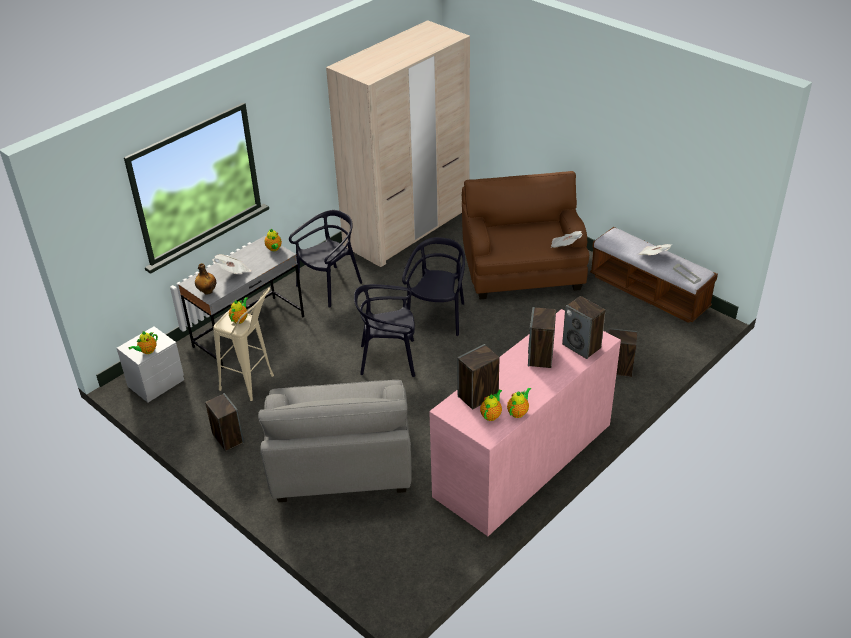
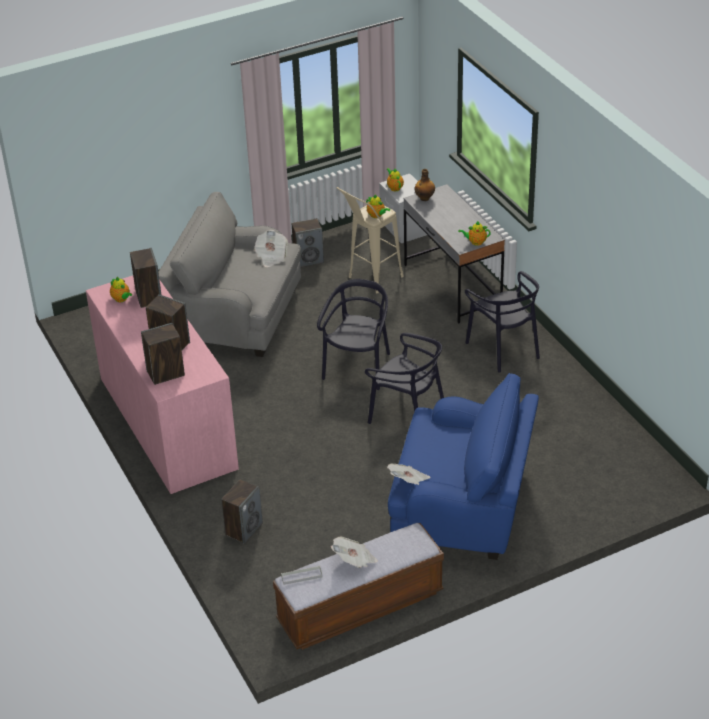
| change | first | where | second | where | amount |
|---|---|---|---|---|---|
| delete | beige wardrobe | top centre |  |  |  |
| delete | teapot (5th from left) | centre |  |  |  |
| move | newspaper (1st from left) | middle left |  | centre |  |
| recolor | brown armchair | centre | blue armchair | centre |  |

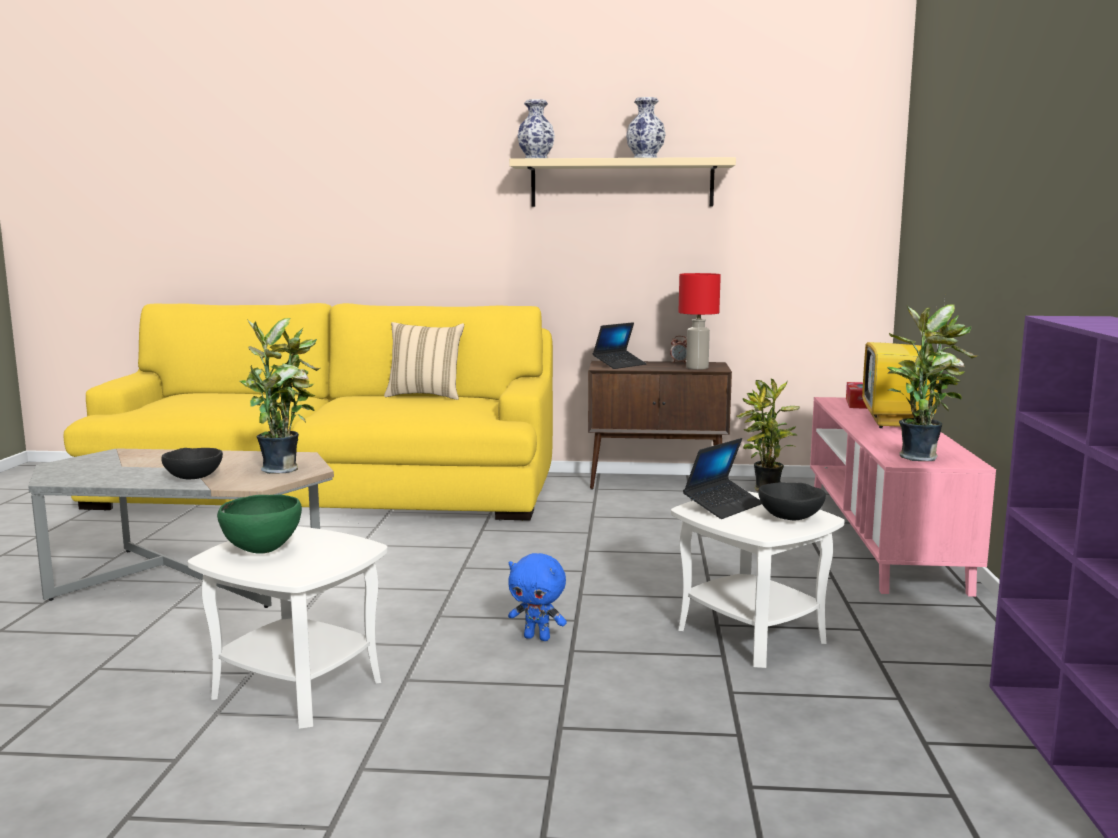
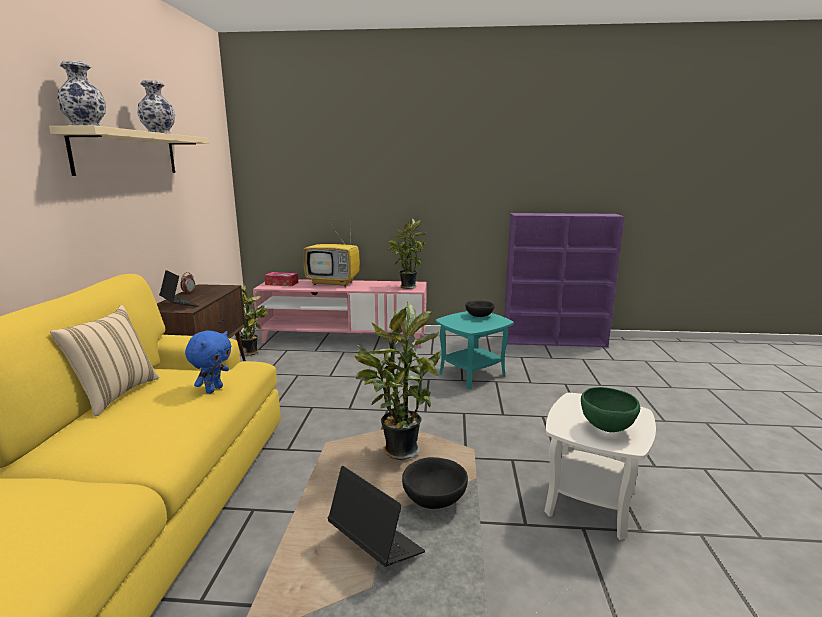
| change | first | where | second | where | amount |
|---|---|---|---|---|---|
| delete | red table lamp | centre |  |  |  |
| move | blue plush toy | bottom centre |  | middle left |  |
| move | laptop (2nd from left) | centre |  | bottom centre |  |
| recolor | white side table (2nd from left) | bottom right | turquoise side table | centre |  |

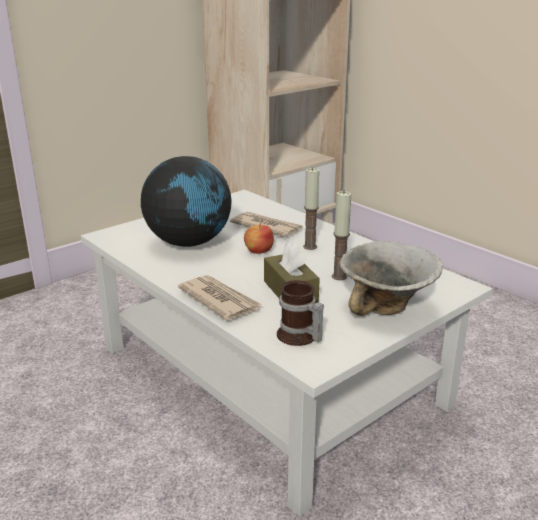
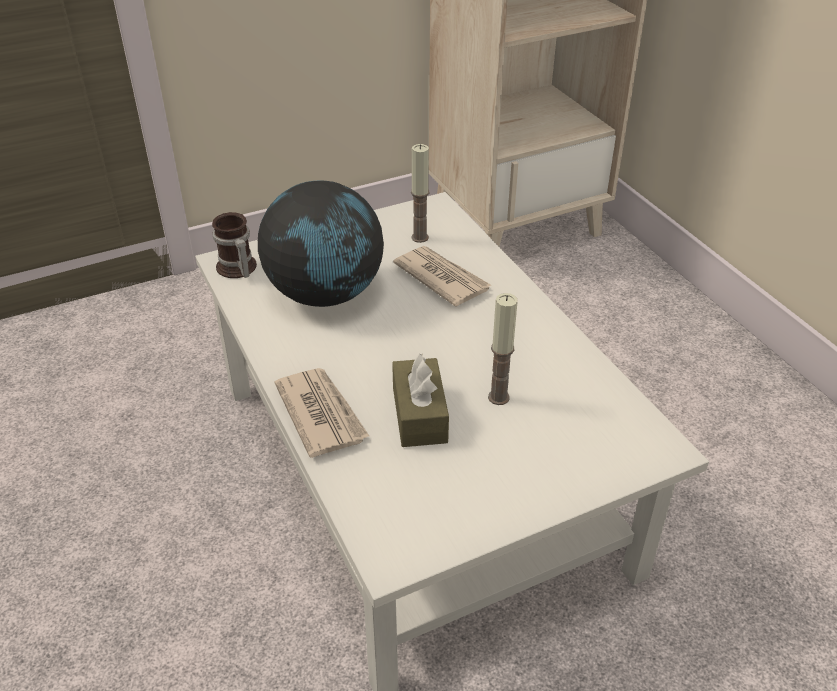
| change | first | where | second | where | amount |
|---|---|---|---|---|---|
| delete | apple | centre |  |  |  |
| delete | bowl | middle right |  |  |  |
| move | mug | centre |  | middle left |  |
| move | candle (1st from left) | centre |  | top centre |  |

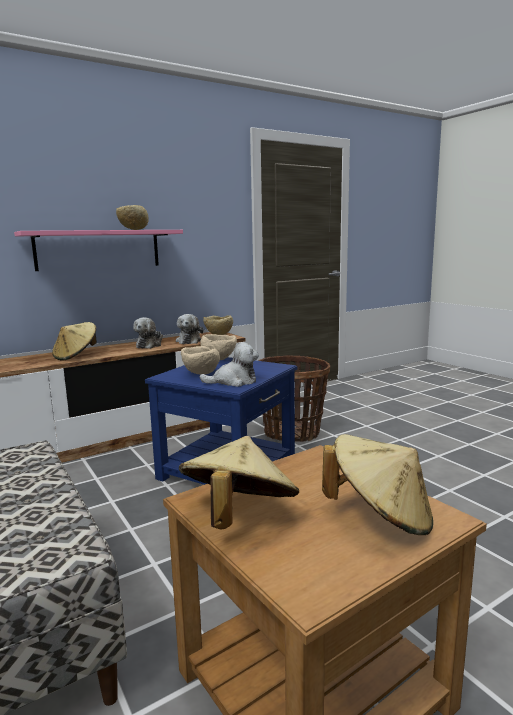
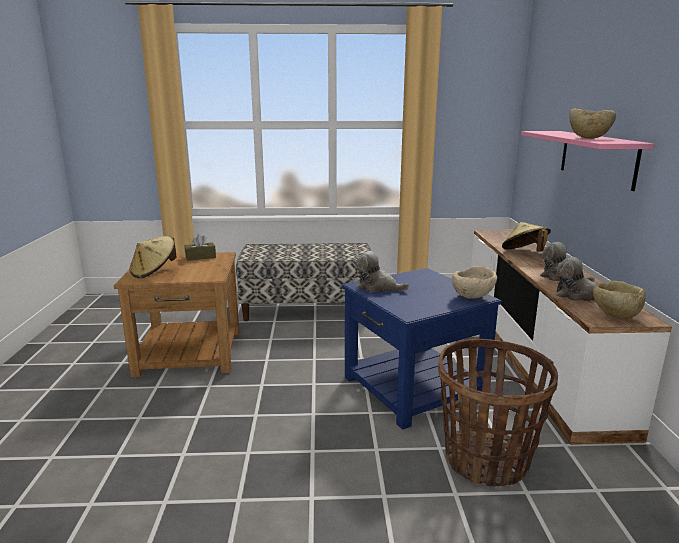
| change | first | where | second | where | amount |
|---|---|---|---|---|---|
| delete | beige bowl (2nd from left) | centre |  |  |  |
| replace | beige hat (2nd from left) | bottom centre | brown tissue box | middle left |  |
| rotate | plush toy (3rd from left in the first image) | centre | plush toy (1st from left) | centre | 90 degrees clockwise |

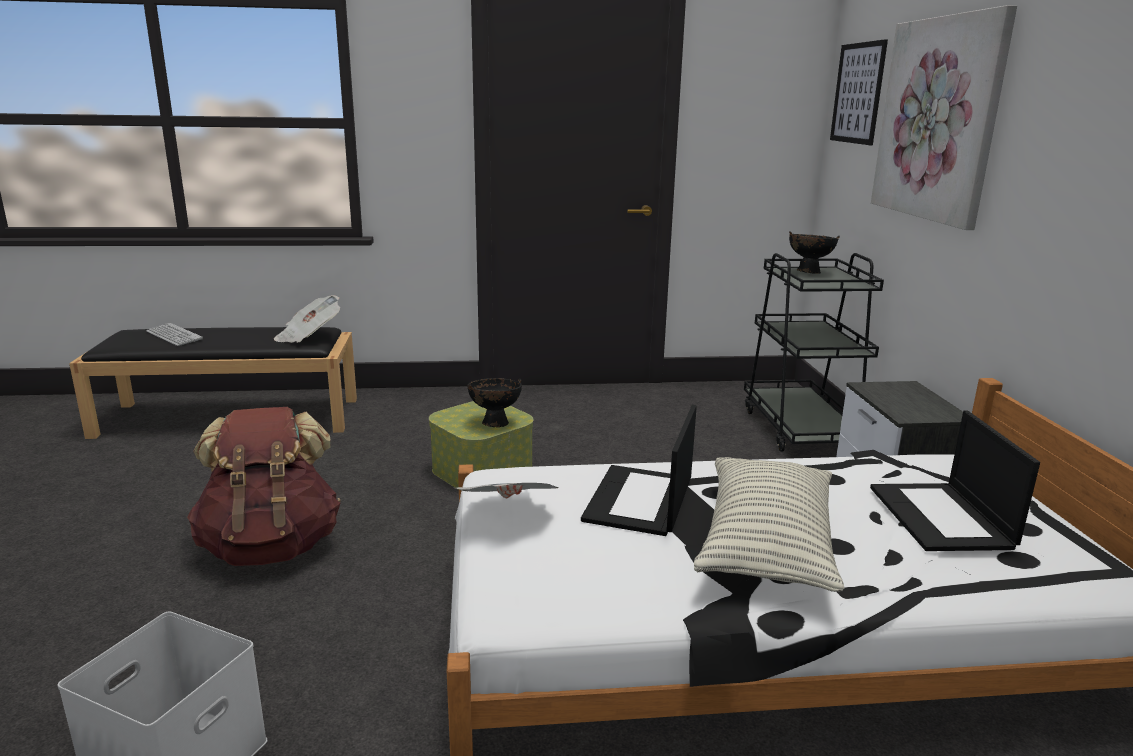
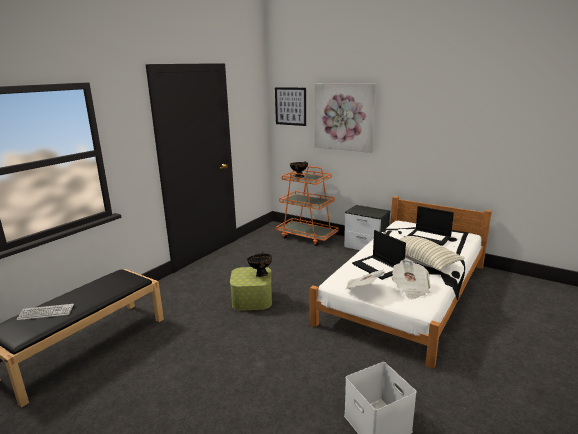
| change | first | where | second | where | amount |
|---|---|---|---|---|---|
| delete | brown backpack | middle left |  |  |  |
| move | newspaper (1st from left in the first image) | middle left | newspaper (2nd from left) | middle right |  |
| recolor | black cart | middle right | orange cart | centre |  |

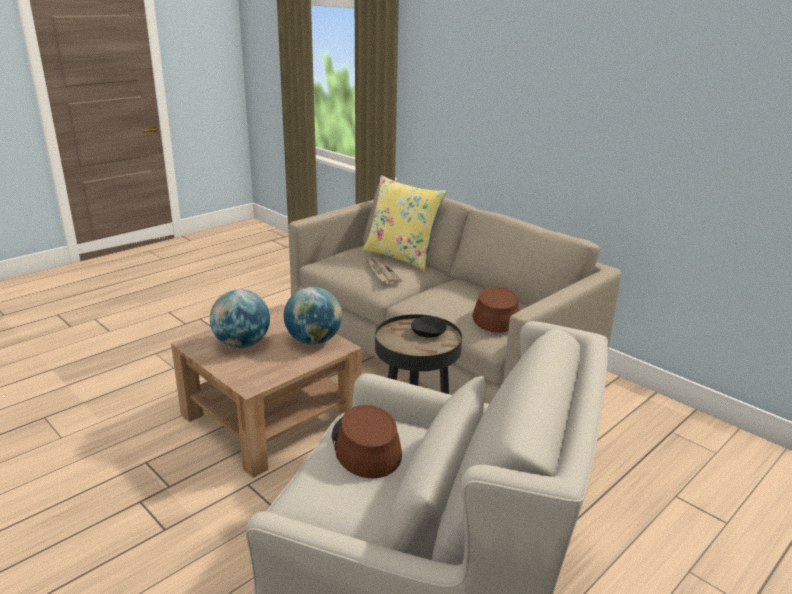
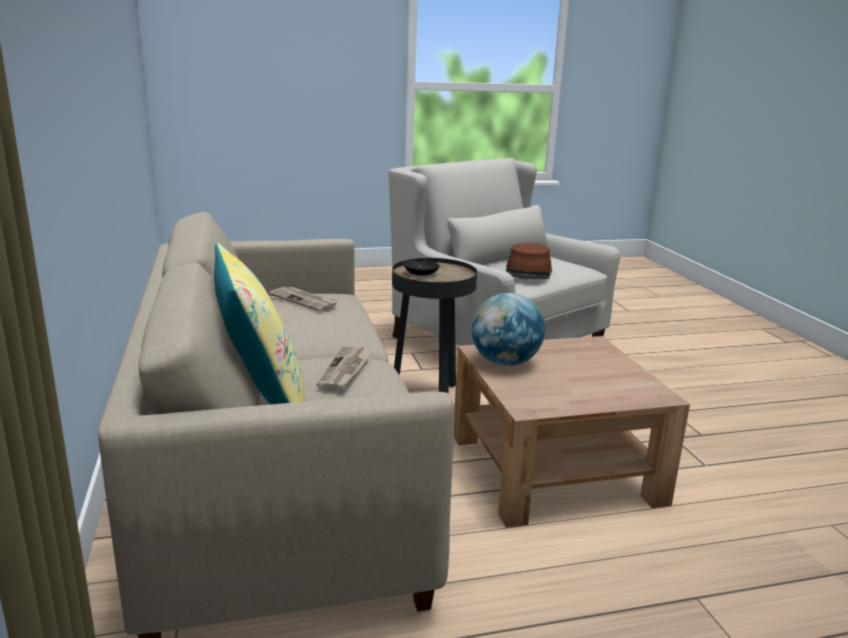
| change | first | where | second | where | amount |
|---|---|---|---|---|---|
| delete | globe (1st from left) | middle left |  |  |  |
| replace | brown hat (2nd from left) | centre | newspaper (1st from left) | centre |  |

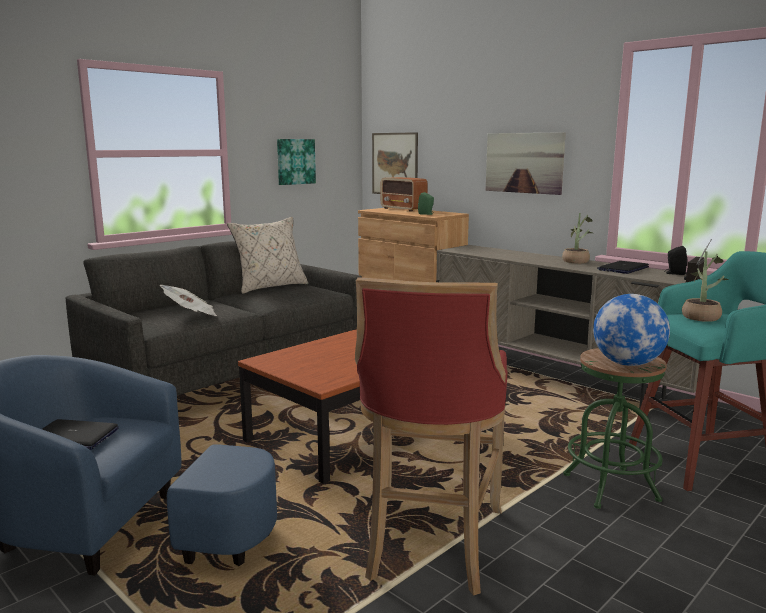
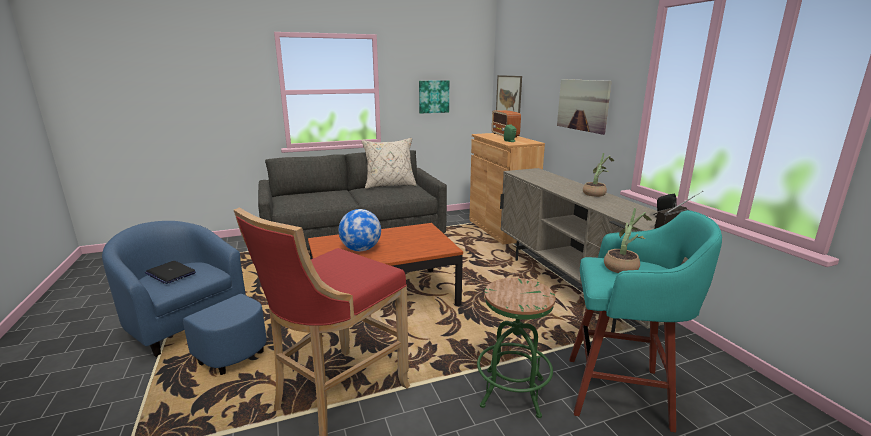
| change | first | where | second | where | amount |
|---|---|---|---|---|---|
| delete | newspaper | middle left |  |  |  |
| delete | laptop (2nd from left) | middle right |  |  |  |
| move | globe | middle right |  | centre |  |

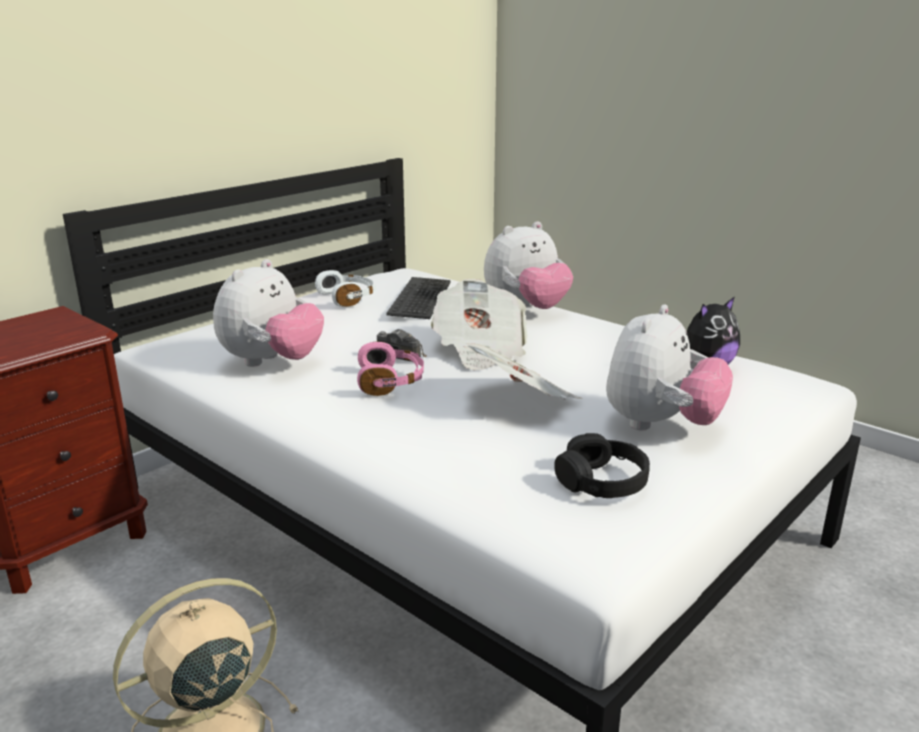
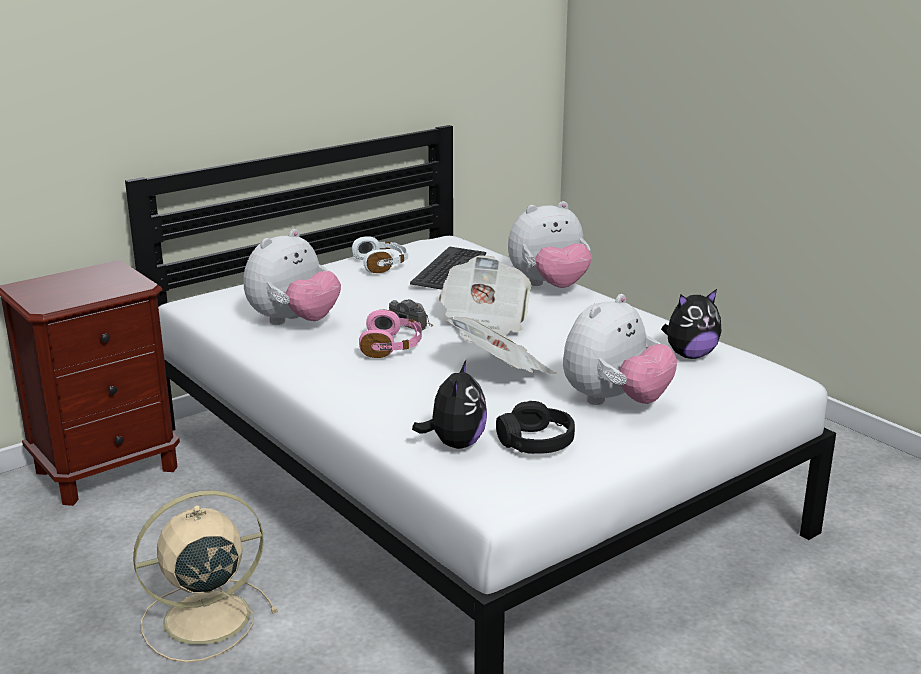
| change | first | where | second | where | amount |
|---|---|---|---|---|---|
| insert |  |  | plush toy (2nd from left) | centre |  |

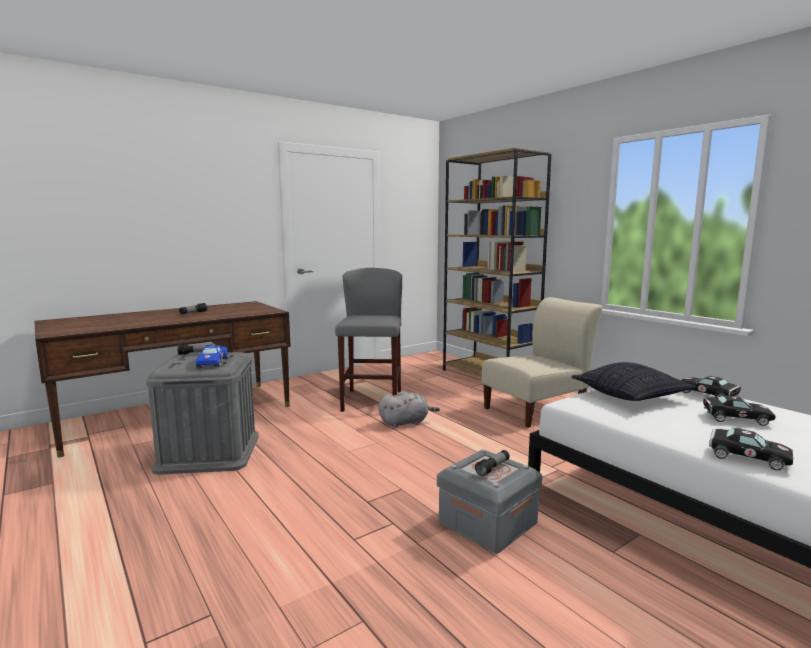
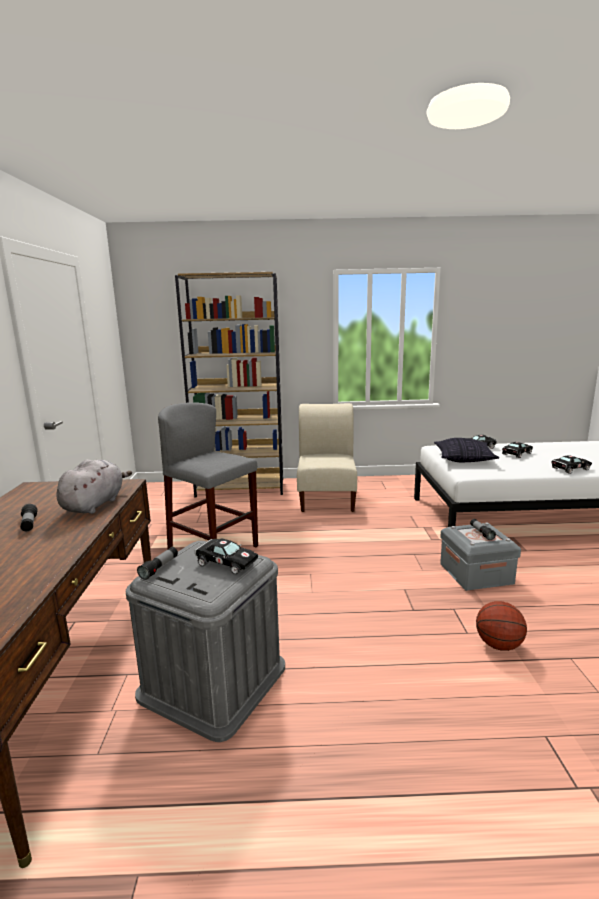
| change | first | where | second | where | amount |
|---|---|---|---|---|---|
| insert |  |  | basketball | bottom right |  |
| move | grey plush toy | centre |  | middle left |  |
| recolor | blue toy car | middle left | black toy car (1st from left) | centre |  |

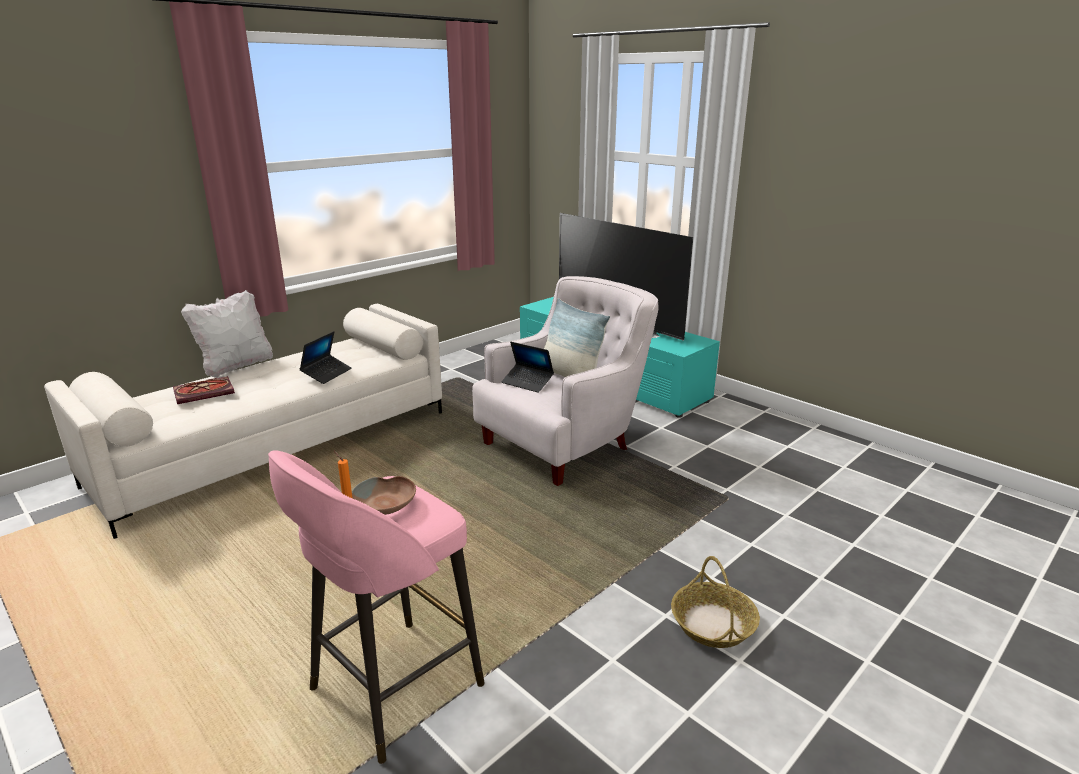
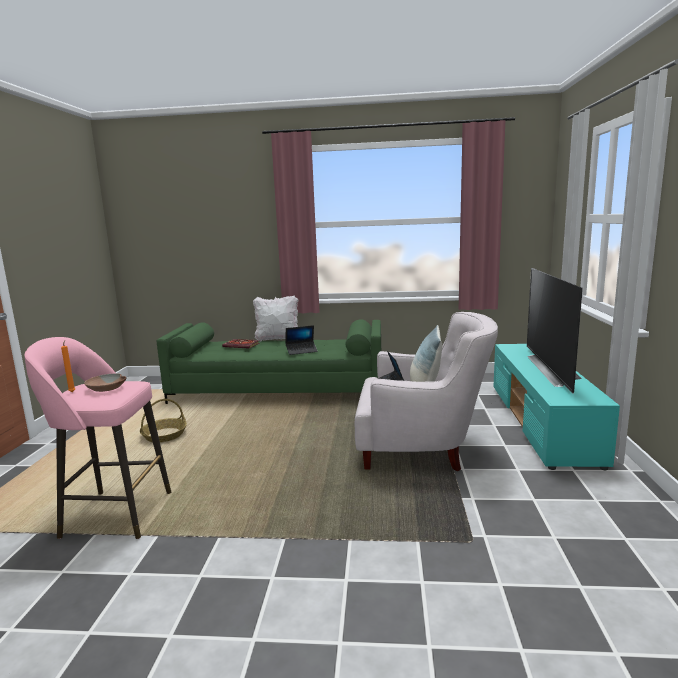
| change | first | where | second | where | amount |
|---|---|---|---|---|---|
| move | basket | bottom centre |  | middle left |  |
| recolor | white sofa | middle left | green sofa | centre |  |

